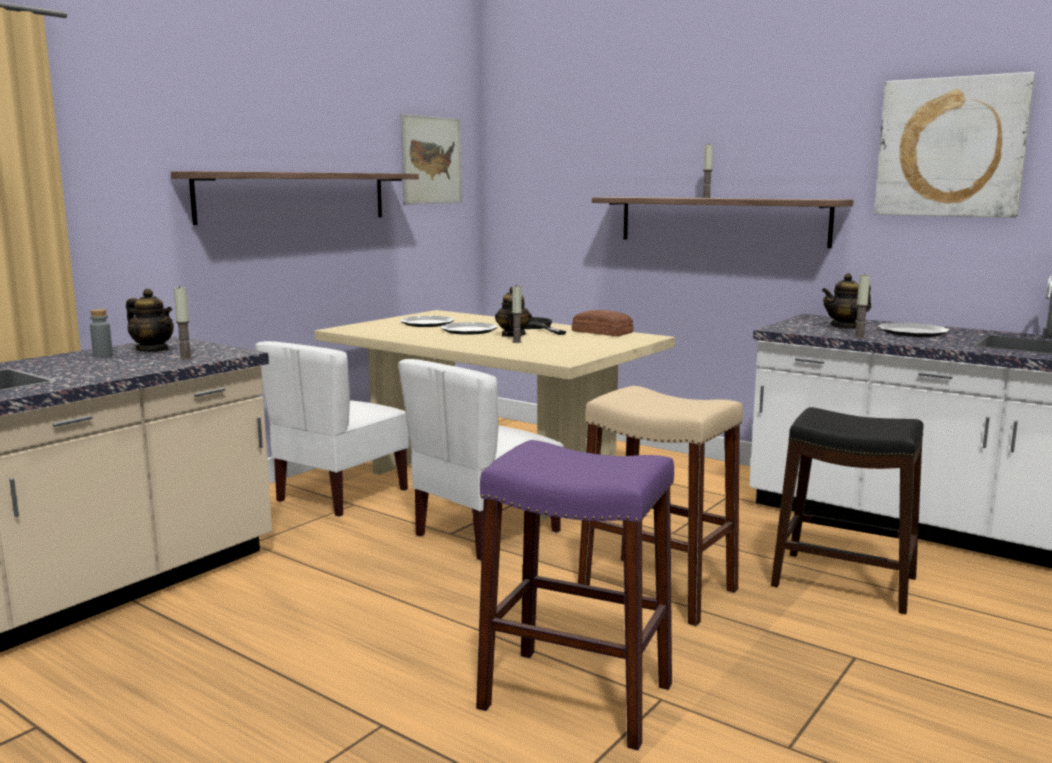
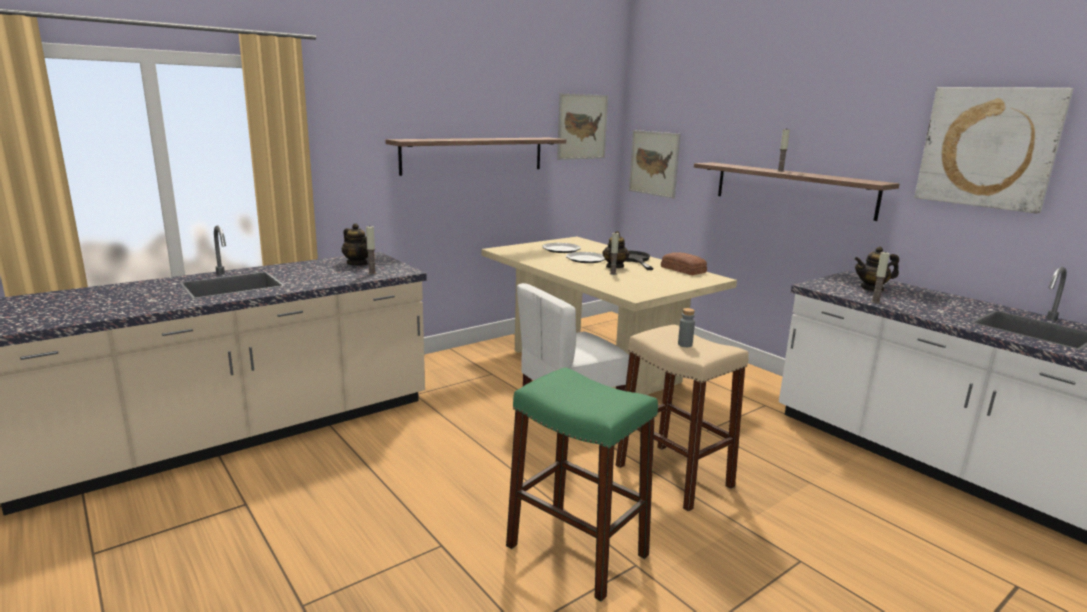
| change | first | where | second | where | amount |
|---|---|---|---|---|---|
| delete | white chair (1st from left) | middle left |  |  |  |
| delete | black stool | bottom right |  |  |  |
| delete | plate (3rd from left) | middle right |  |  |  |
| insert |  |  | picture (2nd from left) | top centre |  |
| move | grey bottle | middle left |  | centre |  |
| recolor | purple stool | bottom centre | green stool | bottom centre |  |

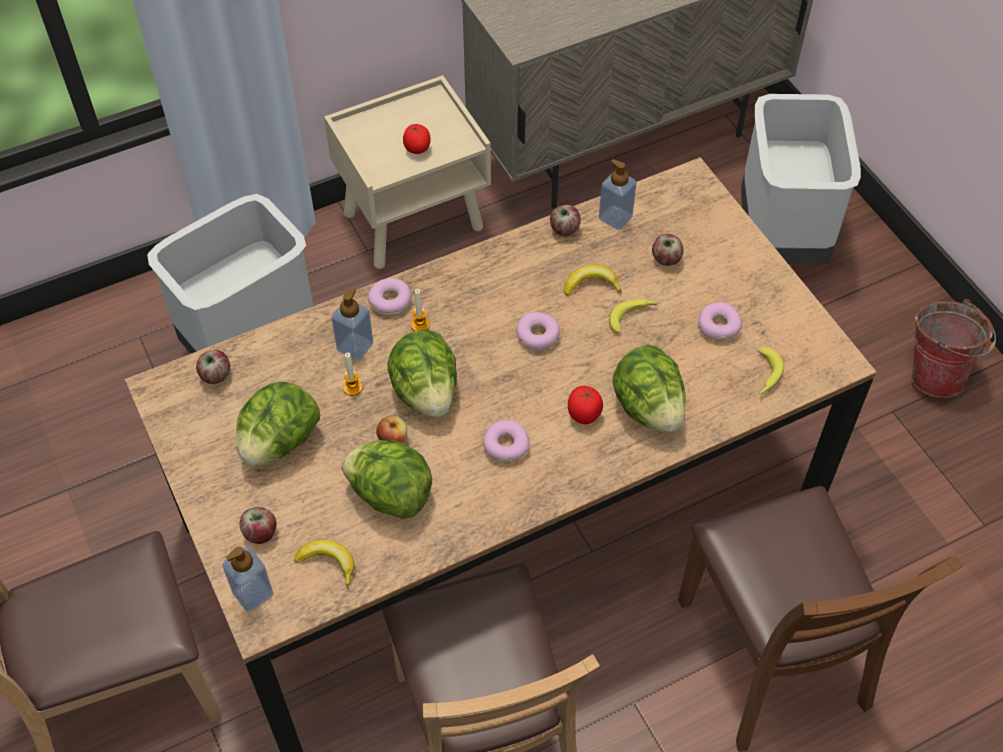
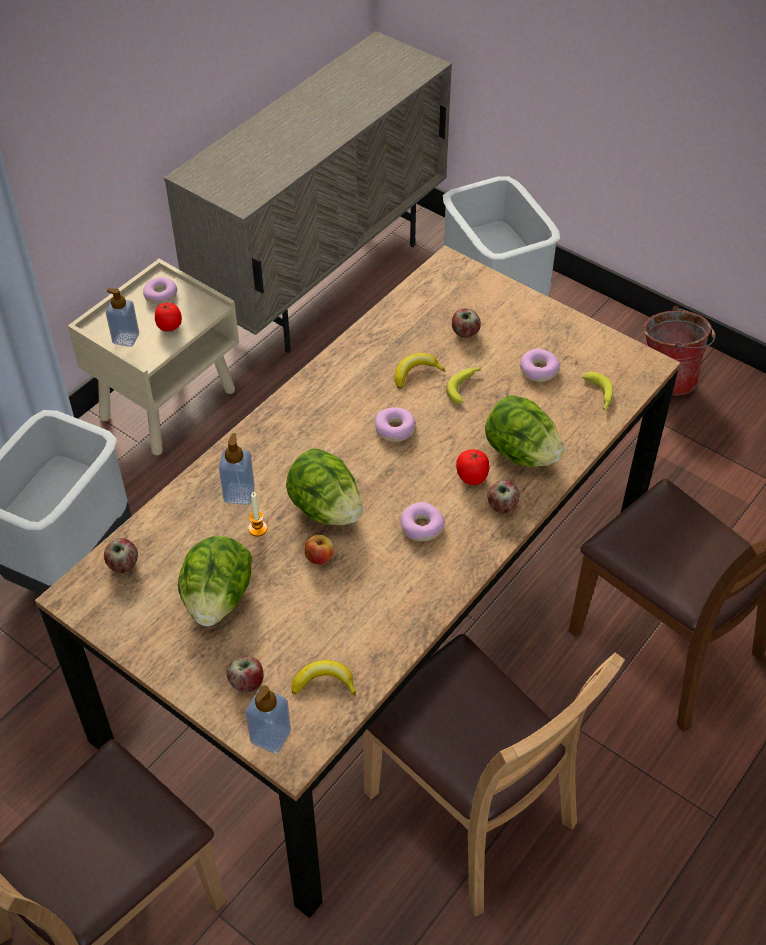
| change | first | where | second | where | amount |
|---|---|---|---|---|---|
| delete | lettuce (2nd from left) | centre |  |  |  |
| delete | candle (2nd from left) | centre |  |  |  |
| move | donut (1st from left) | centre |  | top left |  |
| move | apple (4th from left in the first image) | top centre | apple (5th from left) | centre |  |
| move | soap dispenser (3rd from left in the first image) | top centre | soap dispenser (1st from left) | middle left |  |

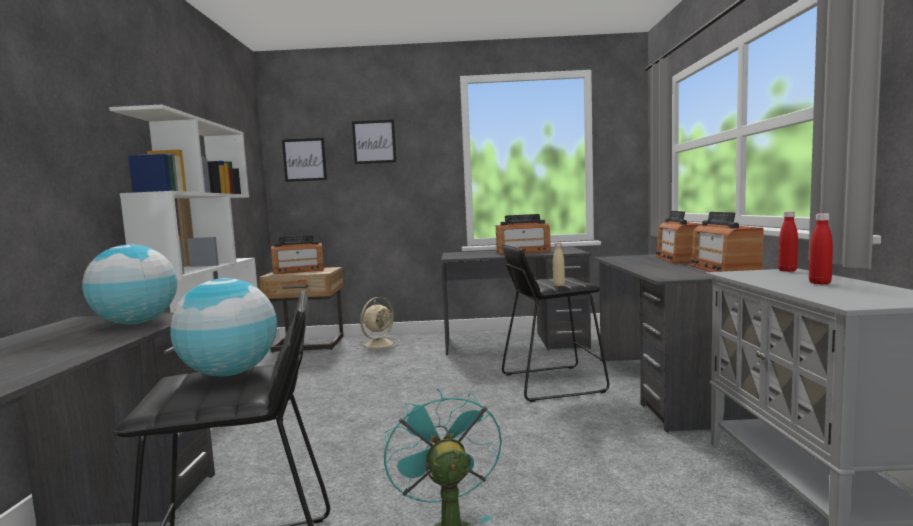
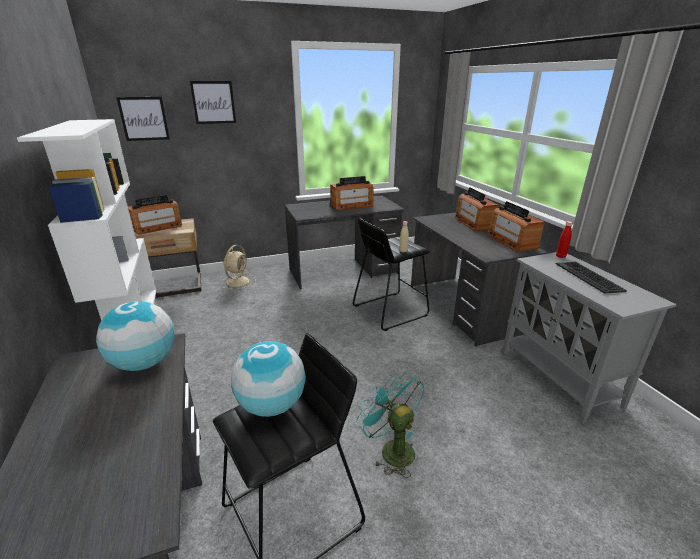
| change | first | where | second | where | amount |
|---|---|---|---|---|---|
| replace | red bottle (2nd from left) | middle right | keyboard | middle right |  |

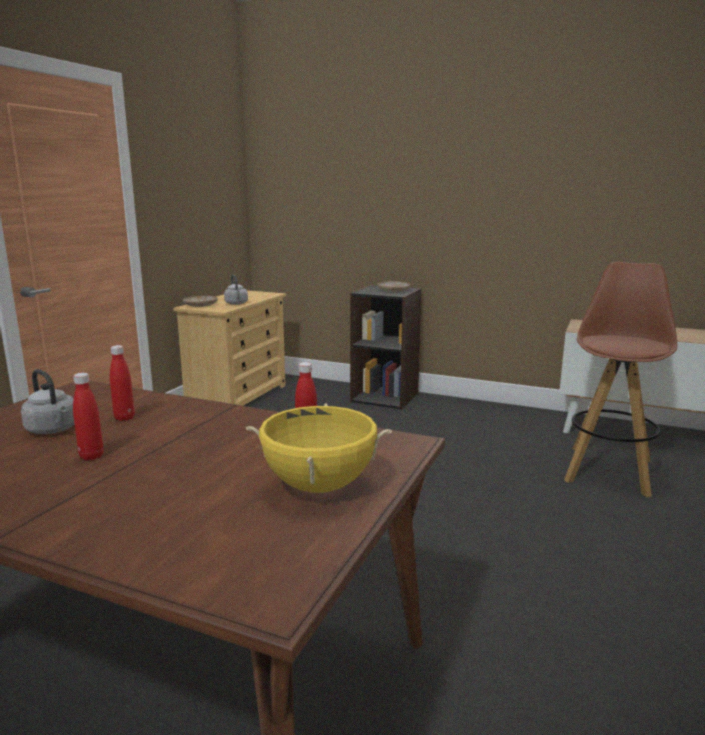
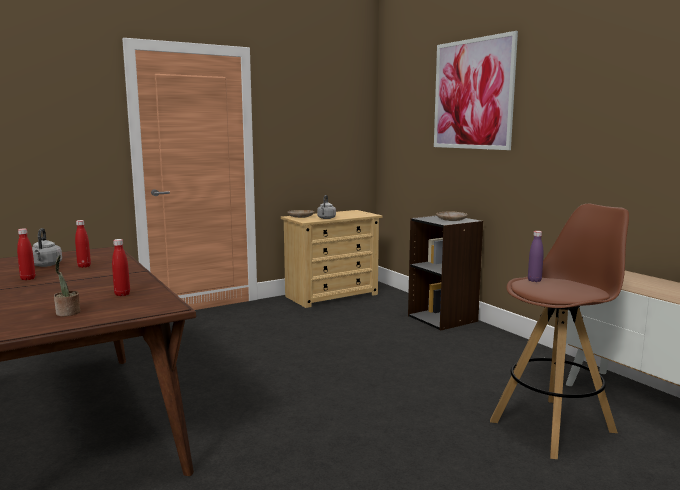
| change | first | where | second | where | amount |
|---|---|---|---|---|---|
| insert |  |  | picture | top right |  |
| insert |  |  | purple bottle | middle right |  |
| replace | yellow cooking pot | centre | potted plant | middle left |  |

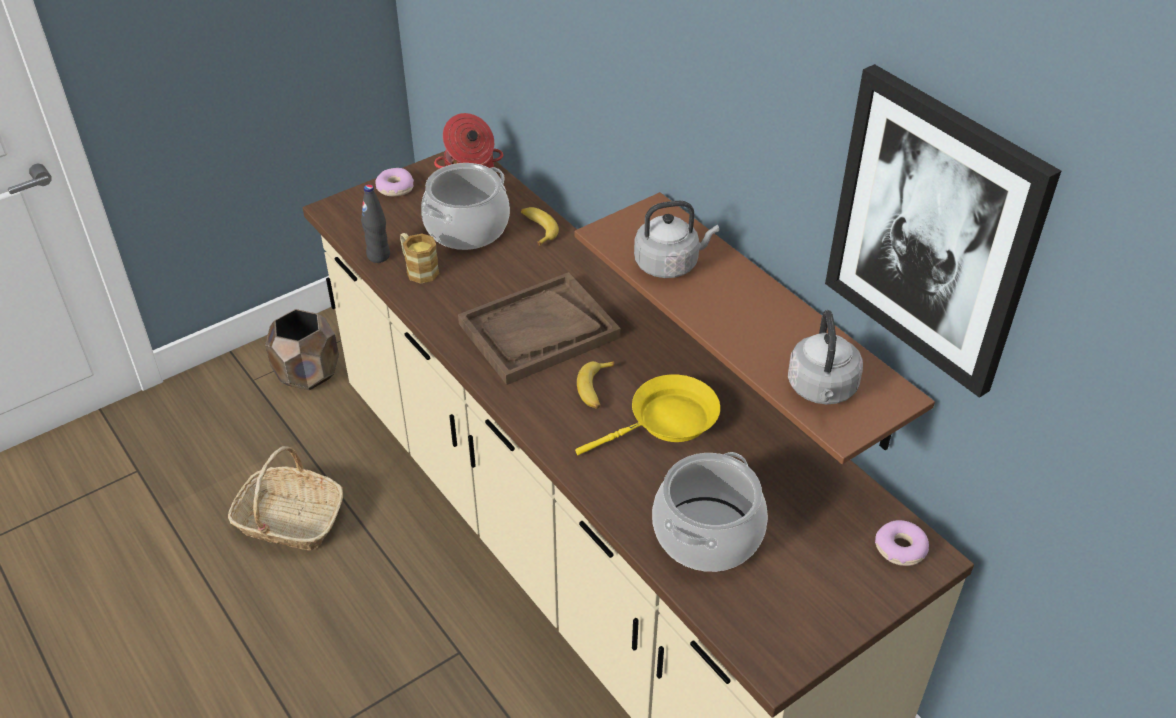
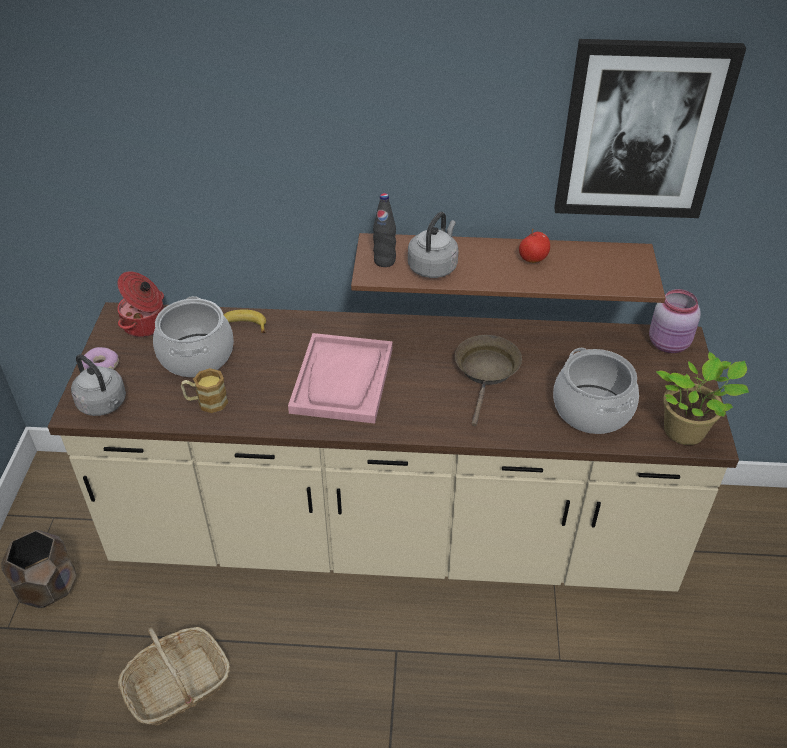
| change | first | where | second | where | amount |
|---|---|---|---|---|---|
| delete | banana (2nd from left) | centre |  |  |  |
| insert |  |  | apple | top right |  |
| insert |  |  | potted plant | middle right |  |
| move | black bottle | top left |  | top centre |  |
| move | grey kettle (2nd from left in the first image) | middle right | grey kettle (1st from left) | middle left |  |
| replace | donut (2nd from left) | bottom right | pink jar | middle right |  |
| recolor | brown tray | centre | pink tray | centre |  |
| recolor | yellow frying pan | centre | brown frying pan | centre |  |

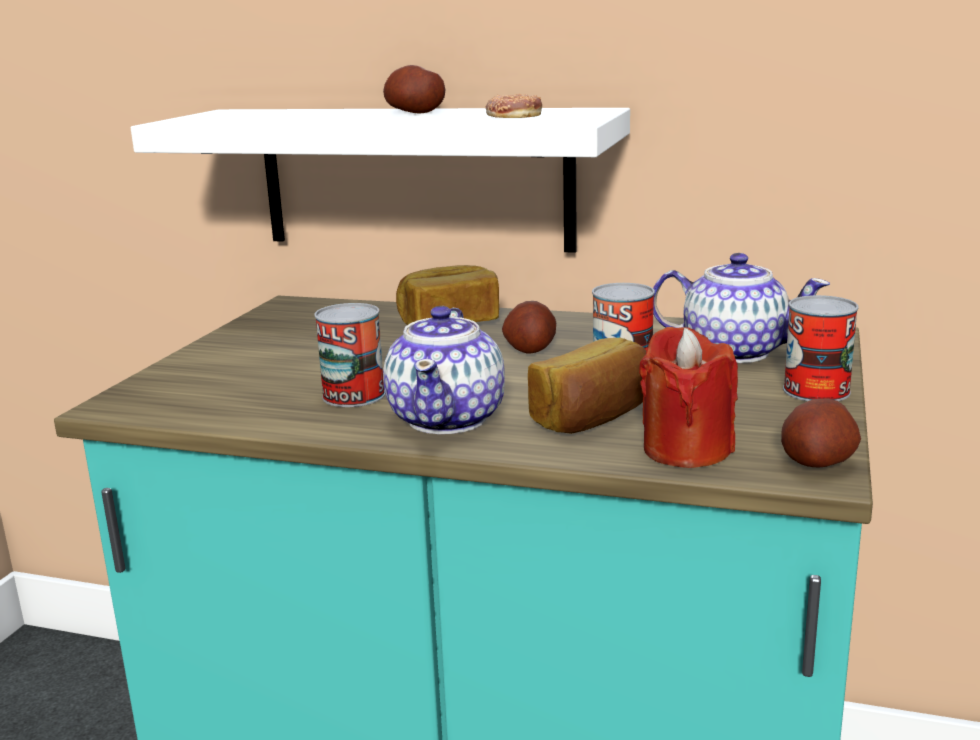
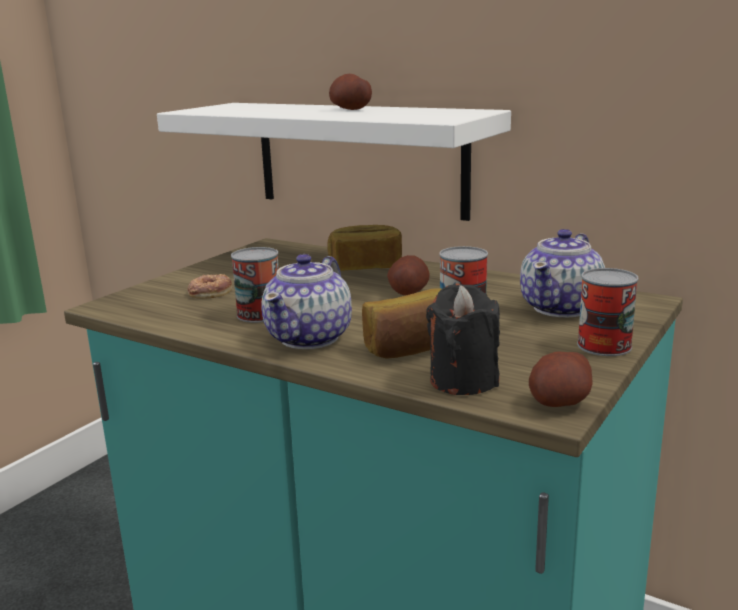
| change | first | where | second | where | amount |
|---|---|---|---|---|---|
| move | donut | top centre |  | middle left |  |
| recolor | red candle | middle right | black candle | centre |  |
| rotate | teapot (2nd from left) | middle right |  | middle right | 90 degrees clockwise |

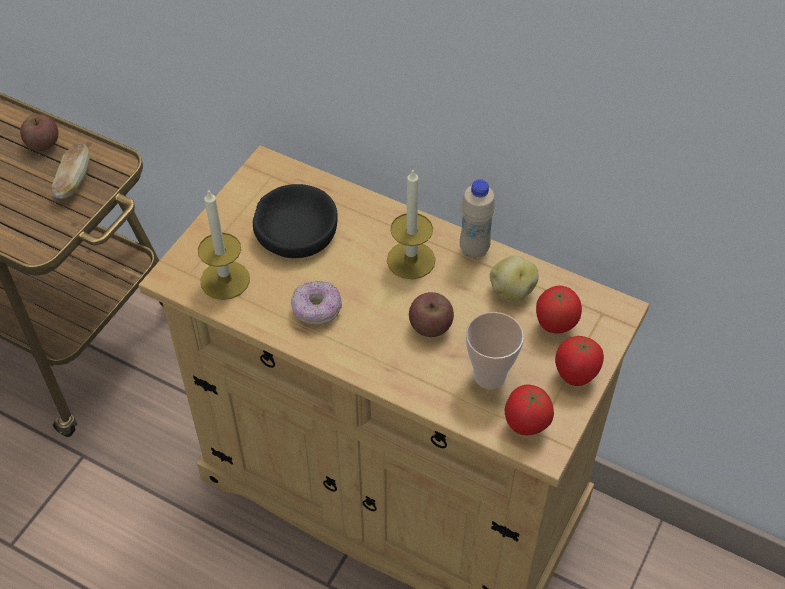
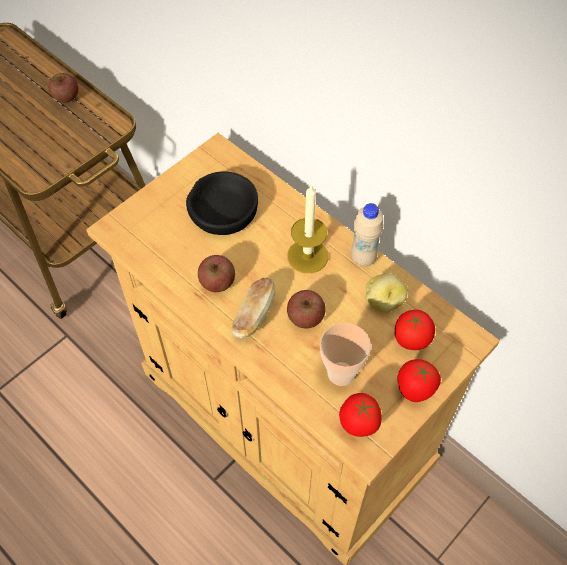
| change | first | where | second | where | amount |
|---|---|---|---|---|---|
| delete | candle (1st from left) | middle left |  |  |  |
| move | bread | top left |  | centre |  |
| replace | donut | centre | apple (2nd from left) | centre |  |

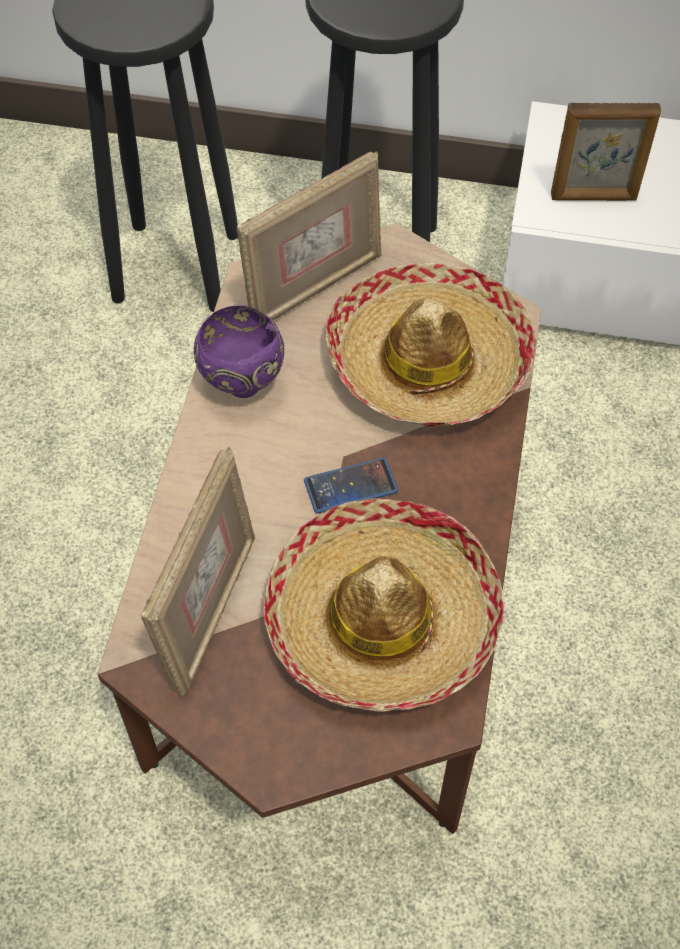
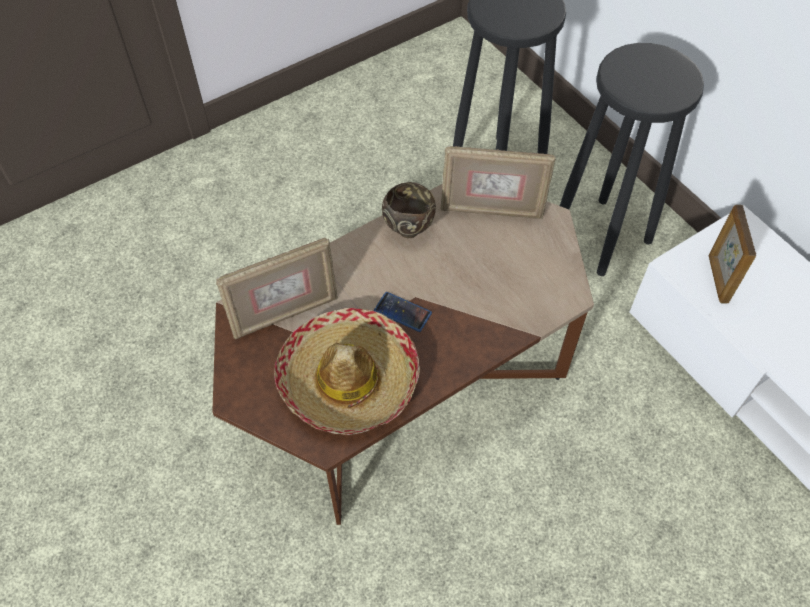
| change | first | where | second | where | amount |
|---|---|---|---|---|---|
| delete | hat (2nd from left) | centre |  |  |  |
| recolor | purple bowl | centre | brown bowl | centre |  |
| rotate | picture frame (3rd from left) | top right |  | middle right | 45 degrees clockwise |

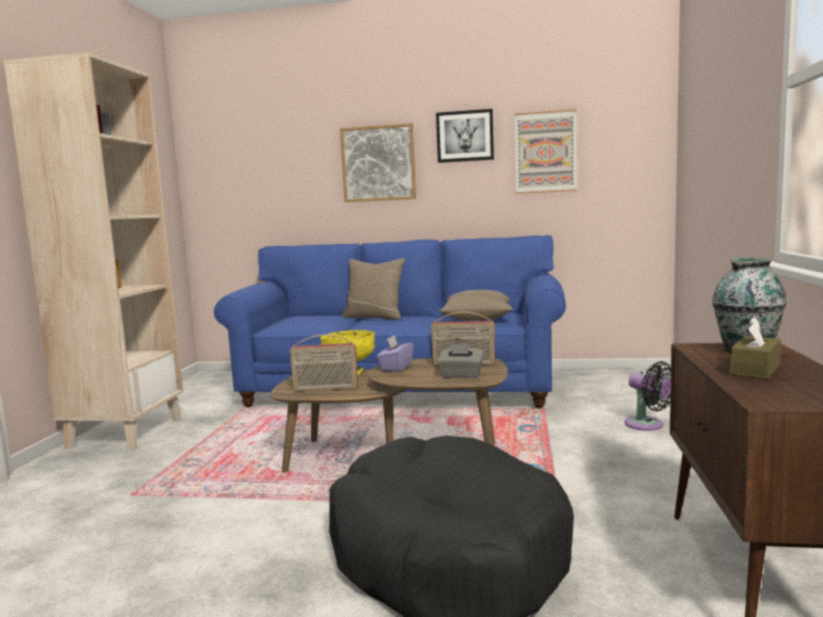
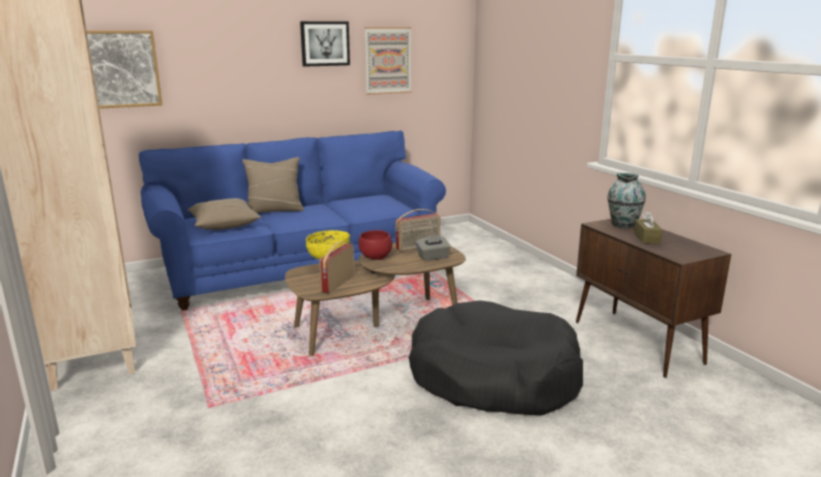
| change | first | where | second | where | amount |
|---|---|---|---|---|---|
| delete | black fan | middle right |  |  |  |
| move | picture (1st from left) | top centre |  | top left |  |
| move | beige pillow (2nd from left in the first image) | centre | beige pillow (1st from left) | middle left |  |
| replace | purple tissue box | centre | red bowl | centre |  |
| rotate | radio (1st from left) | centre |  | centre | 150 degrees clockwise |

